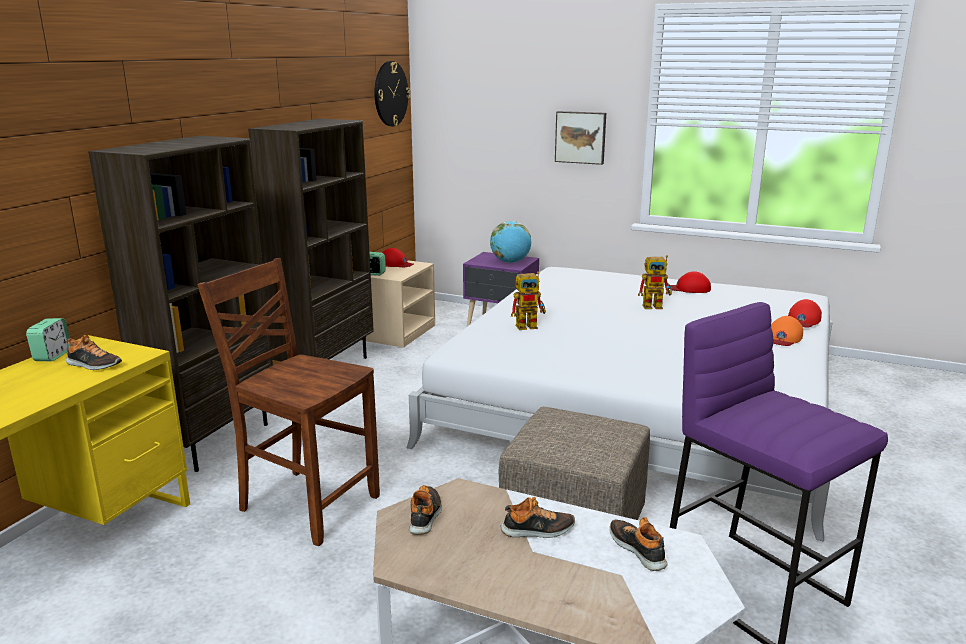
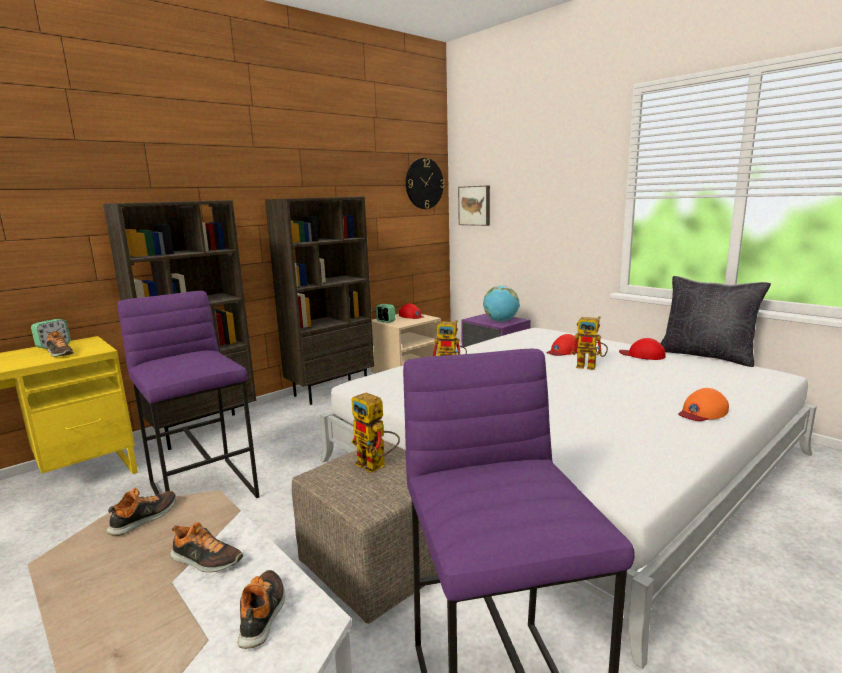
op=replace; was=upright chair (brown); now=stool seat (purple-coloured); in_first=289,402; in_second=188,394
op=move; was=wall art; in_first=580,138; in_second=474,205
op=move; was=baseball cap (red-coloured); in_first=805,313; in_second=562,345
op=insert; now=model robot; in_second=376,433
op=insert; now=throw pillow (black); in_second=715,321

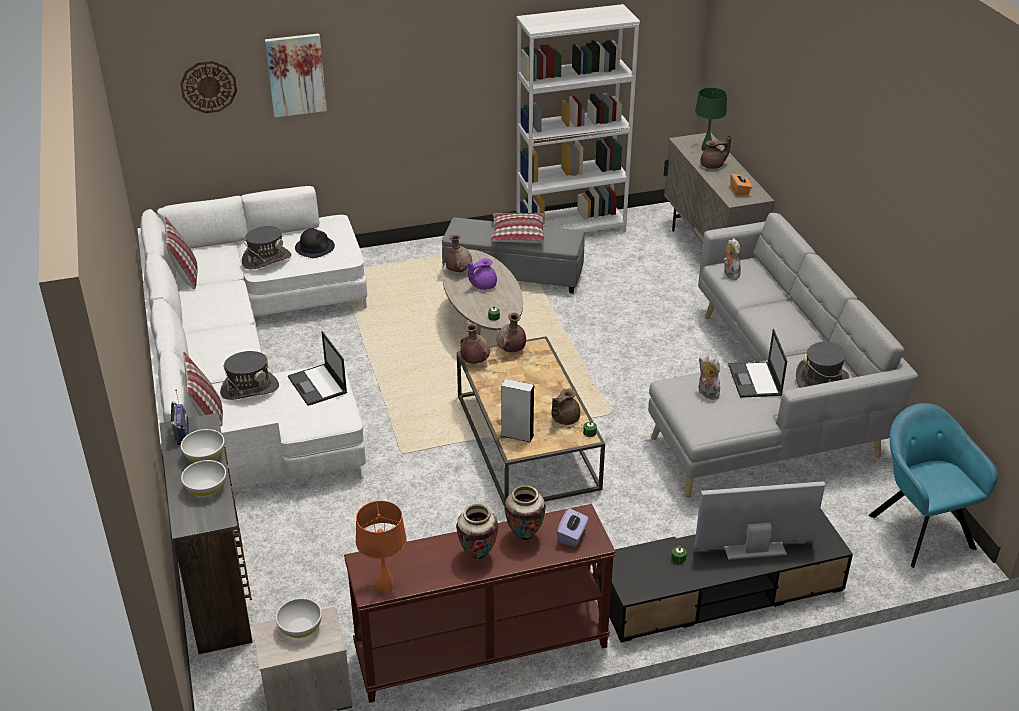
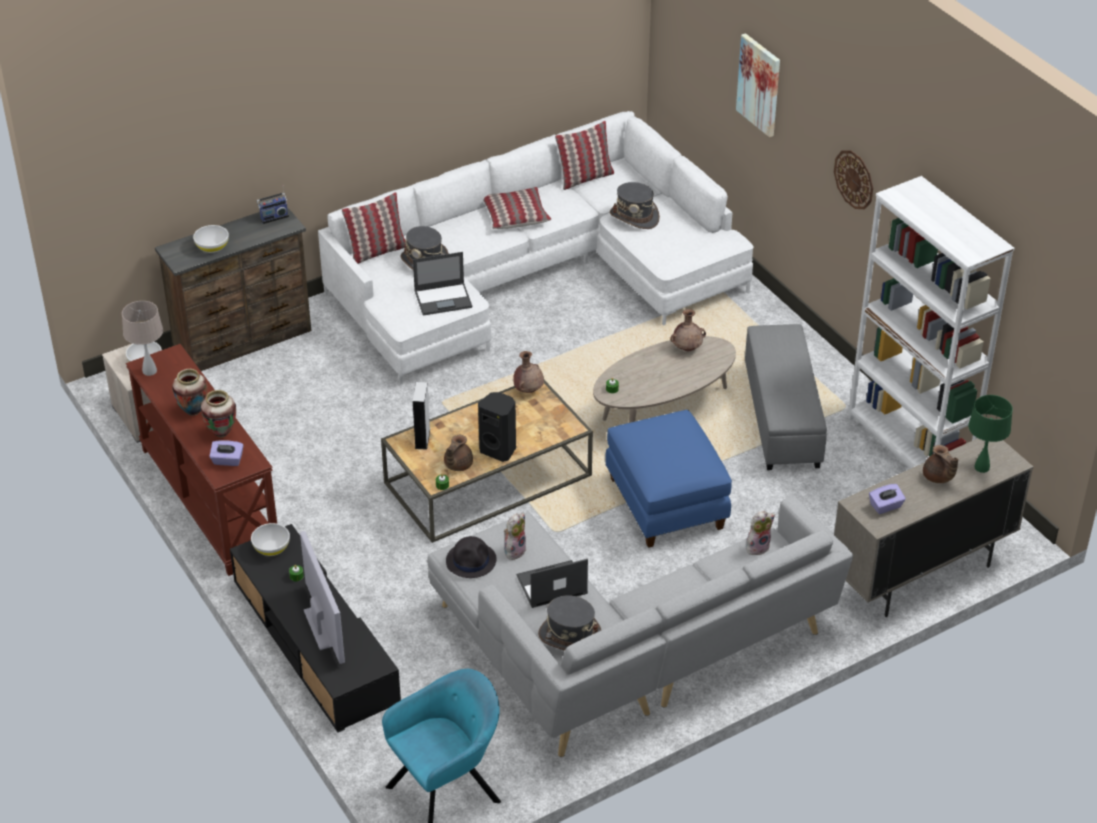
op=move; was=clock on the wall; in_first=208,87; in_second=853,180
op=move; was=deep dish (whitish); in_first=203,446; in_second=270,539
op=rotate; was=notebook computer; in_first=317,368; in_second=442,284; clockwise=-150
op=move; was=hat (black); in_first=315,243; in_second=471,557
op=recolor; was=lamp for a table (orange); now=lamp for a table (beige-coloured); in_first=381,547; in_second=142,338
op=delete; was=tea pot (purple-coloured); in_first=482,274
op=move; was=throw pillow; in_first=517,228; in_second=517,208
op=delete; was=flower vase (brown); in_first=511,332
op=rotate; was=tea pot (brown); in_first=565,407; in_second=458,453; clockwise=-90
op=recolor; was=tissue box (orange); now=tissue box (purple-coloured); in_first=741,183; in_second=887,499
op=insert; now=speaker (black); in_second=497,427
op=insert; now=pouffe (blue); in_second=668,479

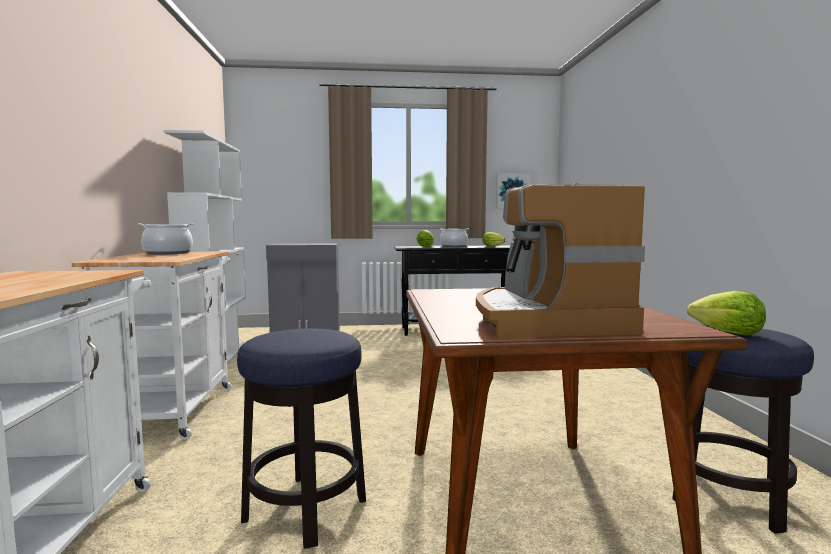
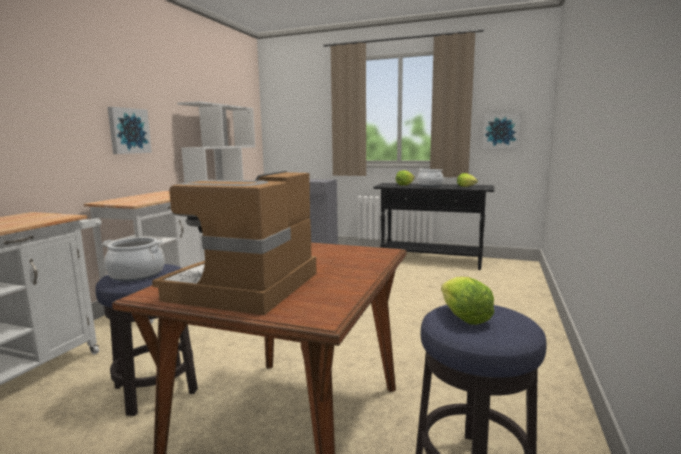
op=move; was=stockpot; in_first=166,238; in_second=133,259
op=insert; now=wall art; in_second=129,130

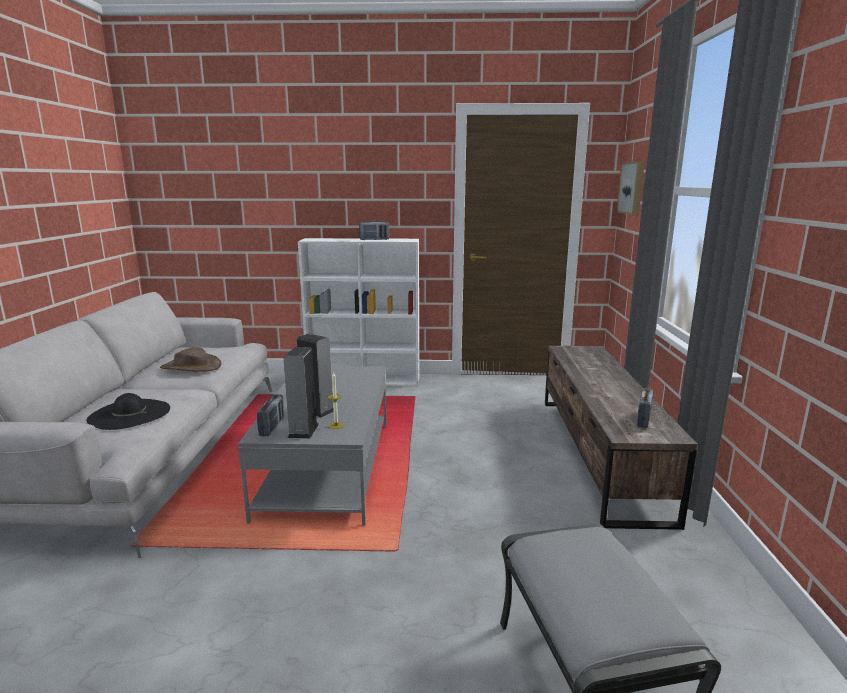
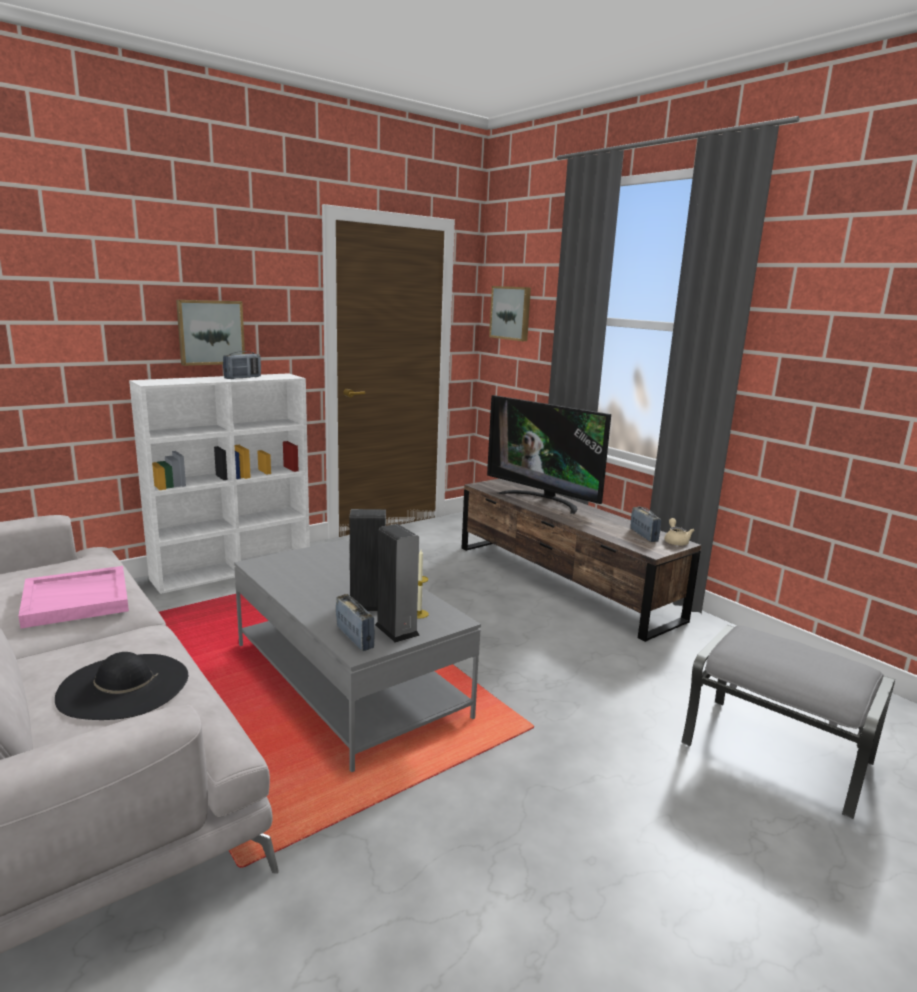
op=replace; was=hat (brown); now=serving tray (pink); in_first=190,359; in_second=73,597
op=insert; now=wall art; in_second=210,333
op=insert; now=TV set; in_second=549,454
op=insert; now=tea pot (beige-coloured); in_second=679,532

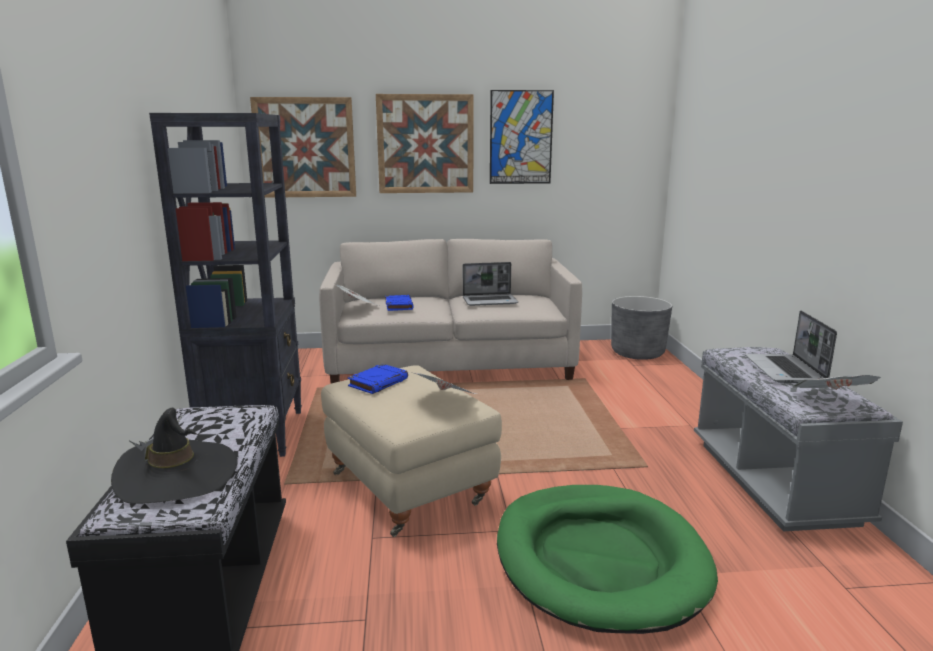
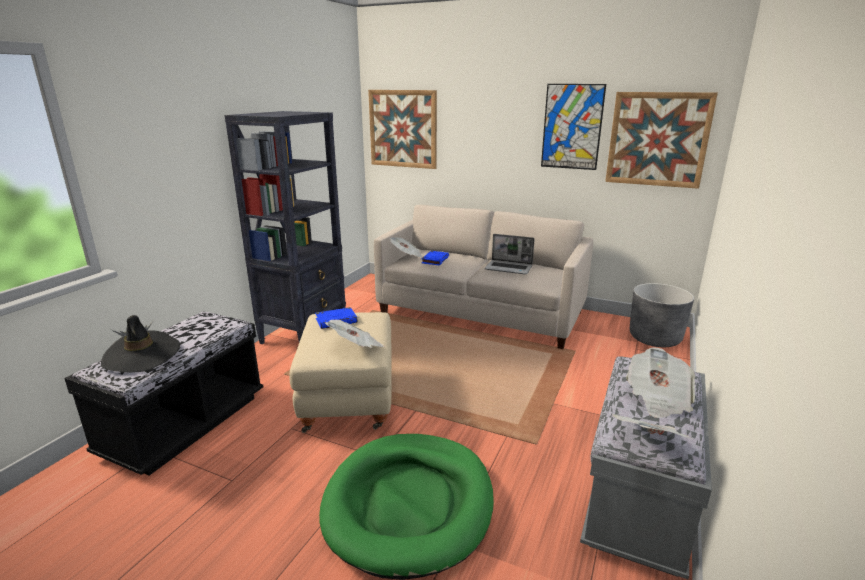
op=move; was=wall art; in_first=425,143; in_second=661,140
op=replace; was=notebook computer; now=printed paper; in_first=791,346; in_second=660,382

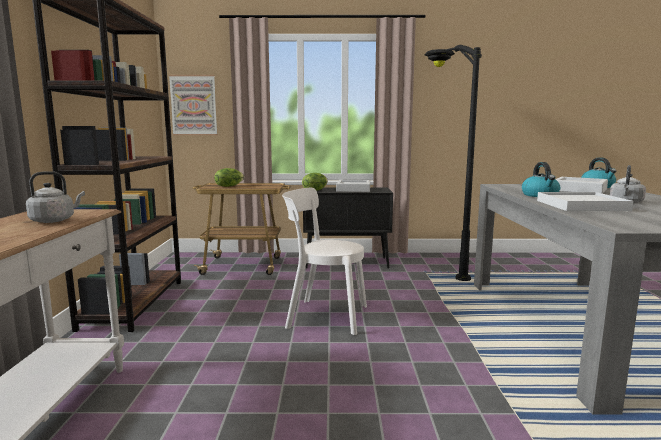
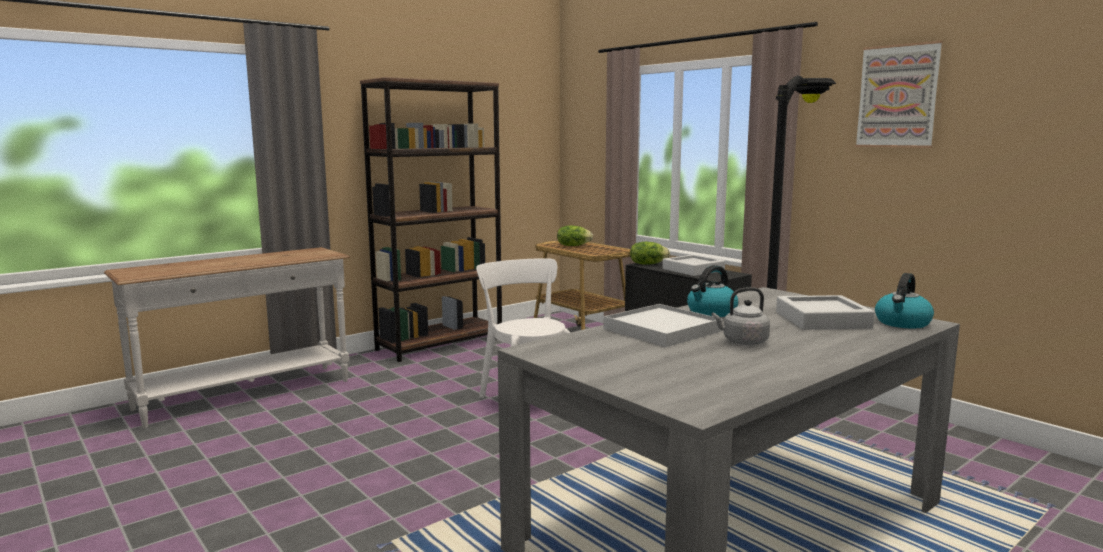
op=delete; was=water kettle (greyish); in_first=55,197
op=move; was=wall art; in_first=193,105; in_second=899,94

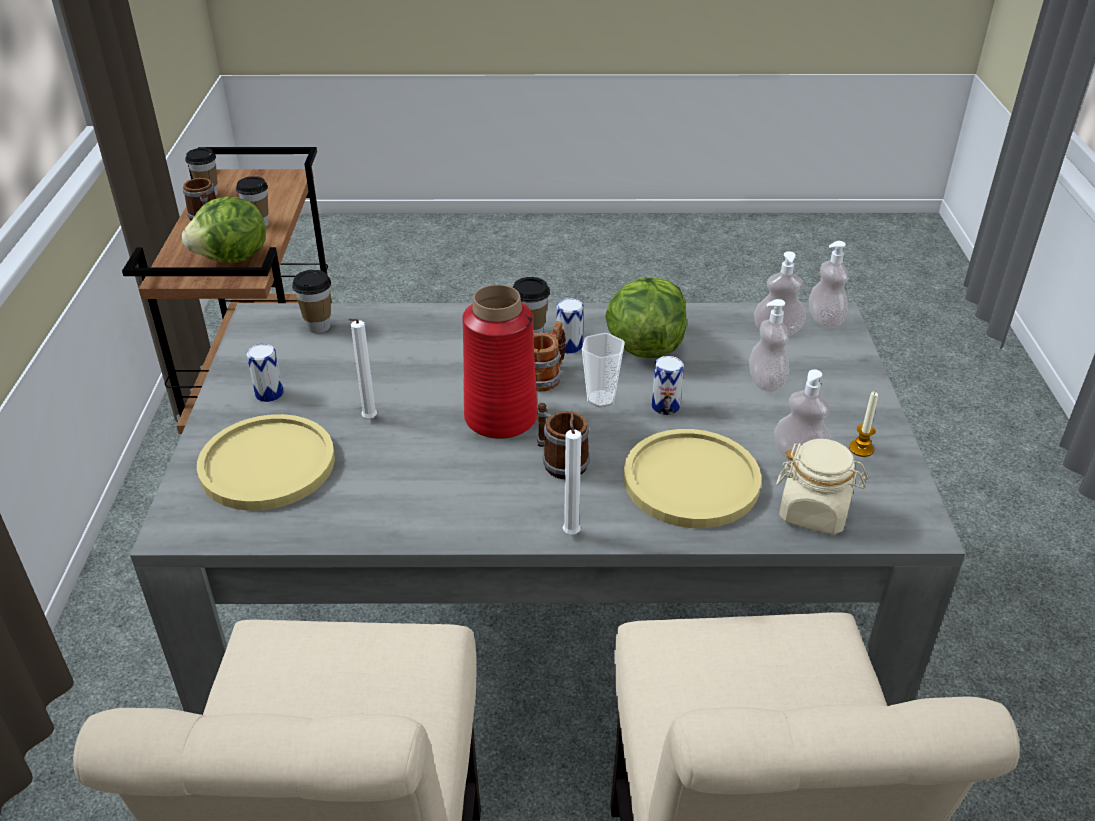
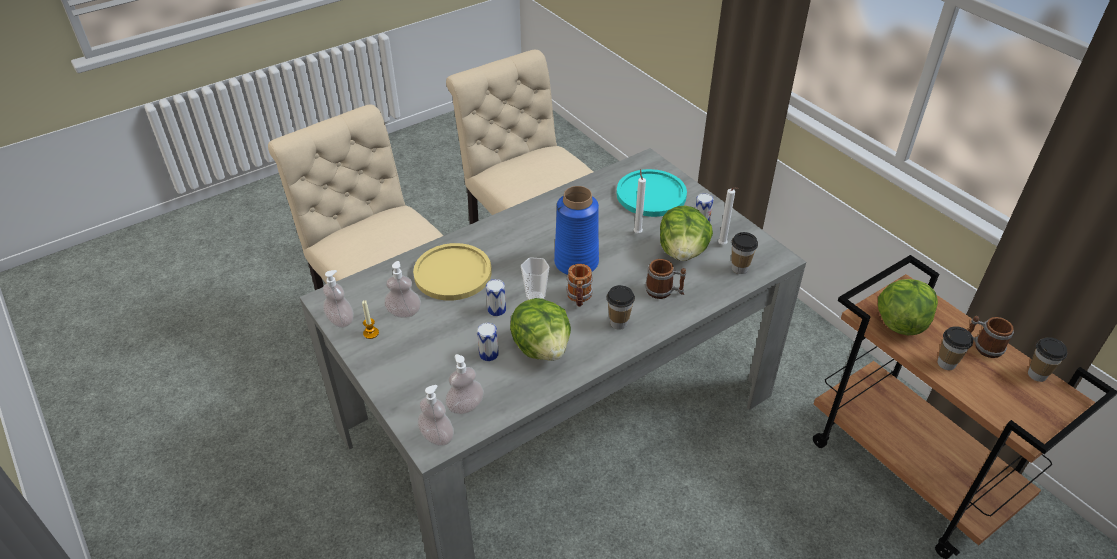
op=recolor; was=dinner plate (yellow); now=dinner plate (turquoise); in_first=266,462; in_second=652,193
op=recolor; was=flower vase (red-coloured); now=flower vase (blue); in_first=500,362; in_second=576,230
op=move; was=tea mug; in_first=563,441; in_second=665,279
op=move; was=can; in_first=570,326; in_second=488,342
op=move; was=candle (whitish); in_first=572,473; in_second=728,216
op=move; was=soap dispenser; in_first=769,345; in_second=338,299
op=delete; was=preserve jar (beige-coloured); in_first=822,486
op=insert; now=lettuce; in_second=686,233

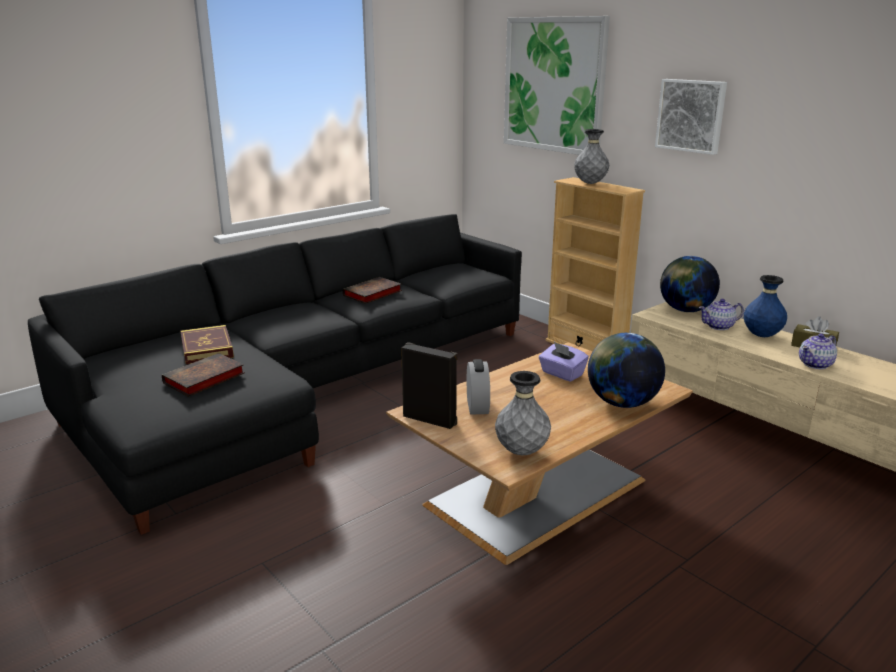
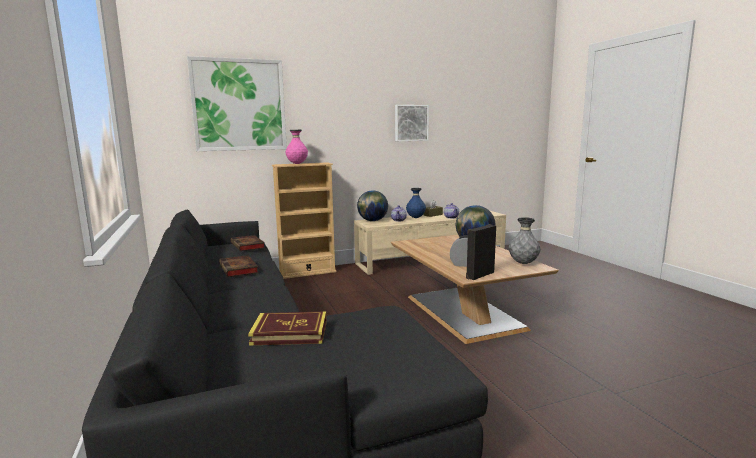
op=move; was=volume; in_first=203,375; in_second=248,243
op=delete; was=tissue box (purple-coloured); in_first=564,362
op=recolor; was=flower vase (greyish); now=flower vase (pink); in_first=591,156; in_second=296,147
op=move; was=wall art; in_first=691,117; in_second=412,123

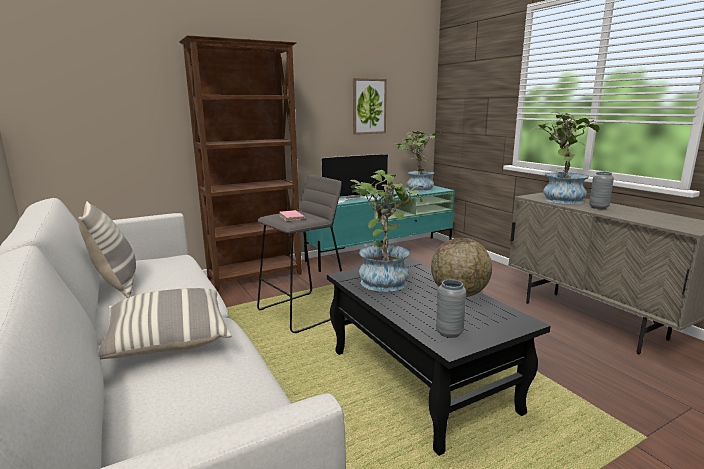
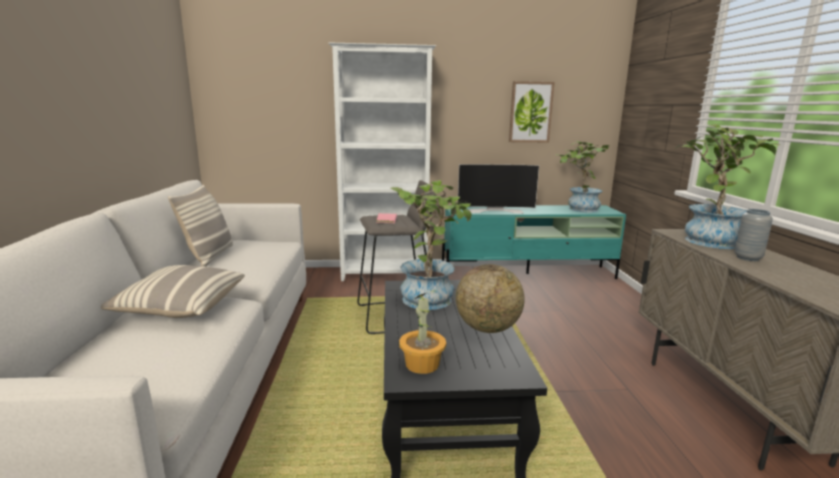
op=recolor; was=shelving unit (brown); now=shelving unit (whitish); in_first=240,163; in_second=382,161
op=replace; was=flower vase (greyish); now=plant in a pot; in_first=451,309; in_second=422,333

